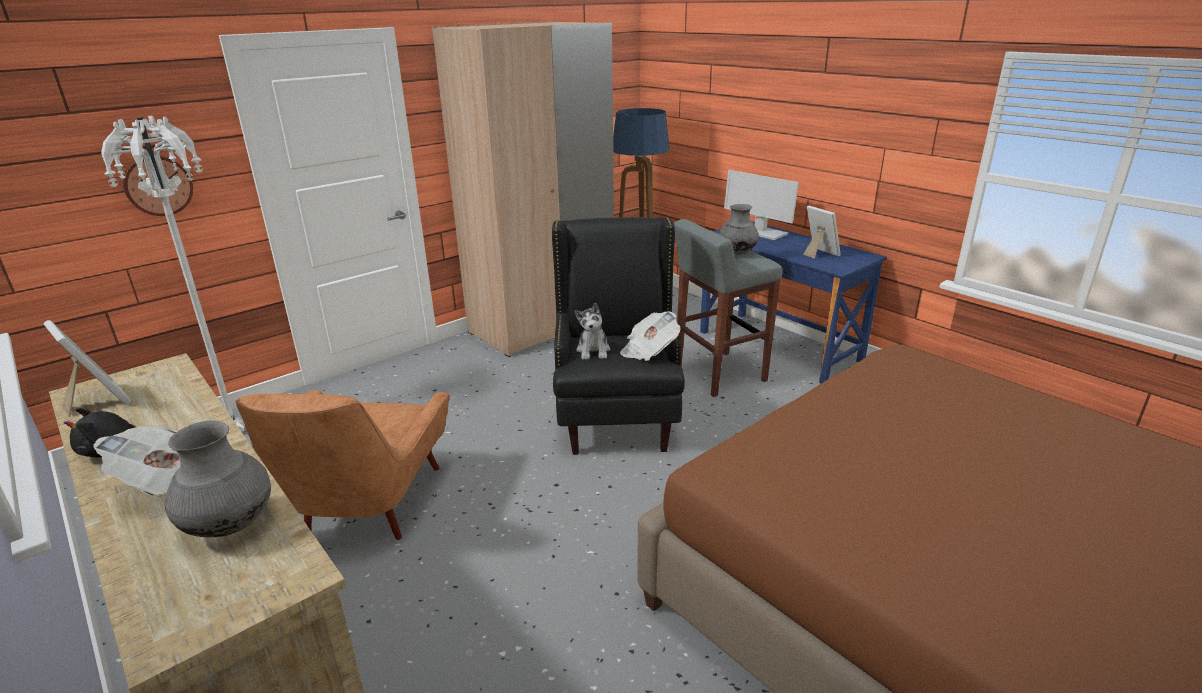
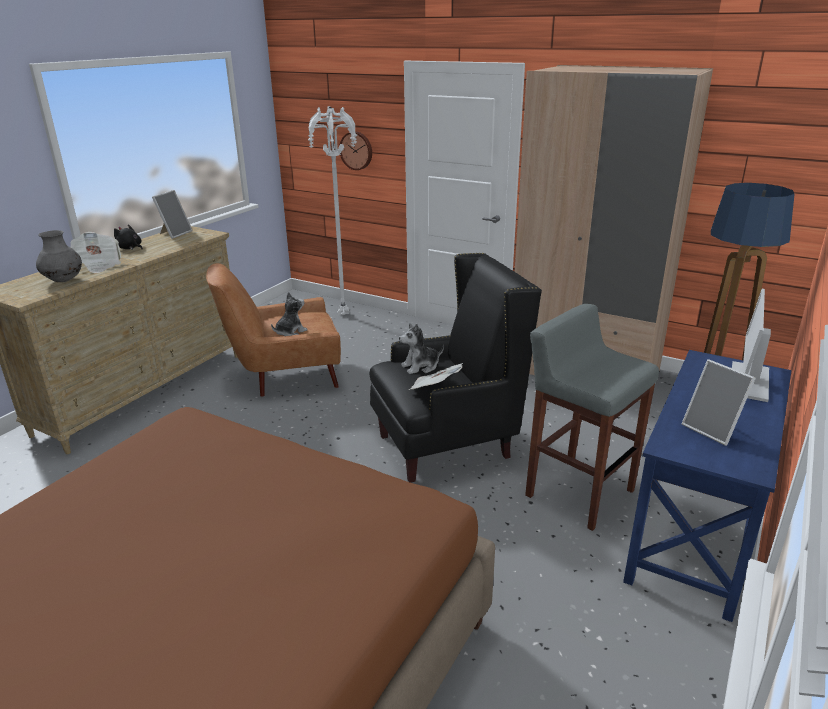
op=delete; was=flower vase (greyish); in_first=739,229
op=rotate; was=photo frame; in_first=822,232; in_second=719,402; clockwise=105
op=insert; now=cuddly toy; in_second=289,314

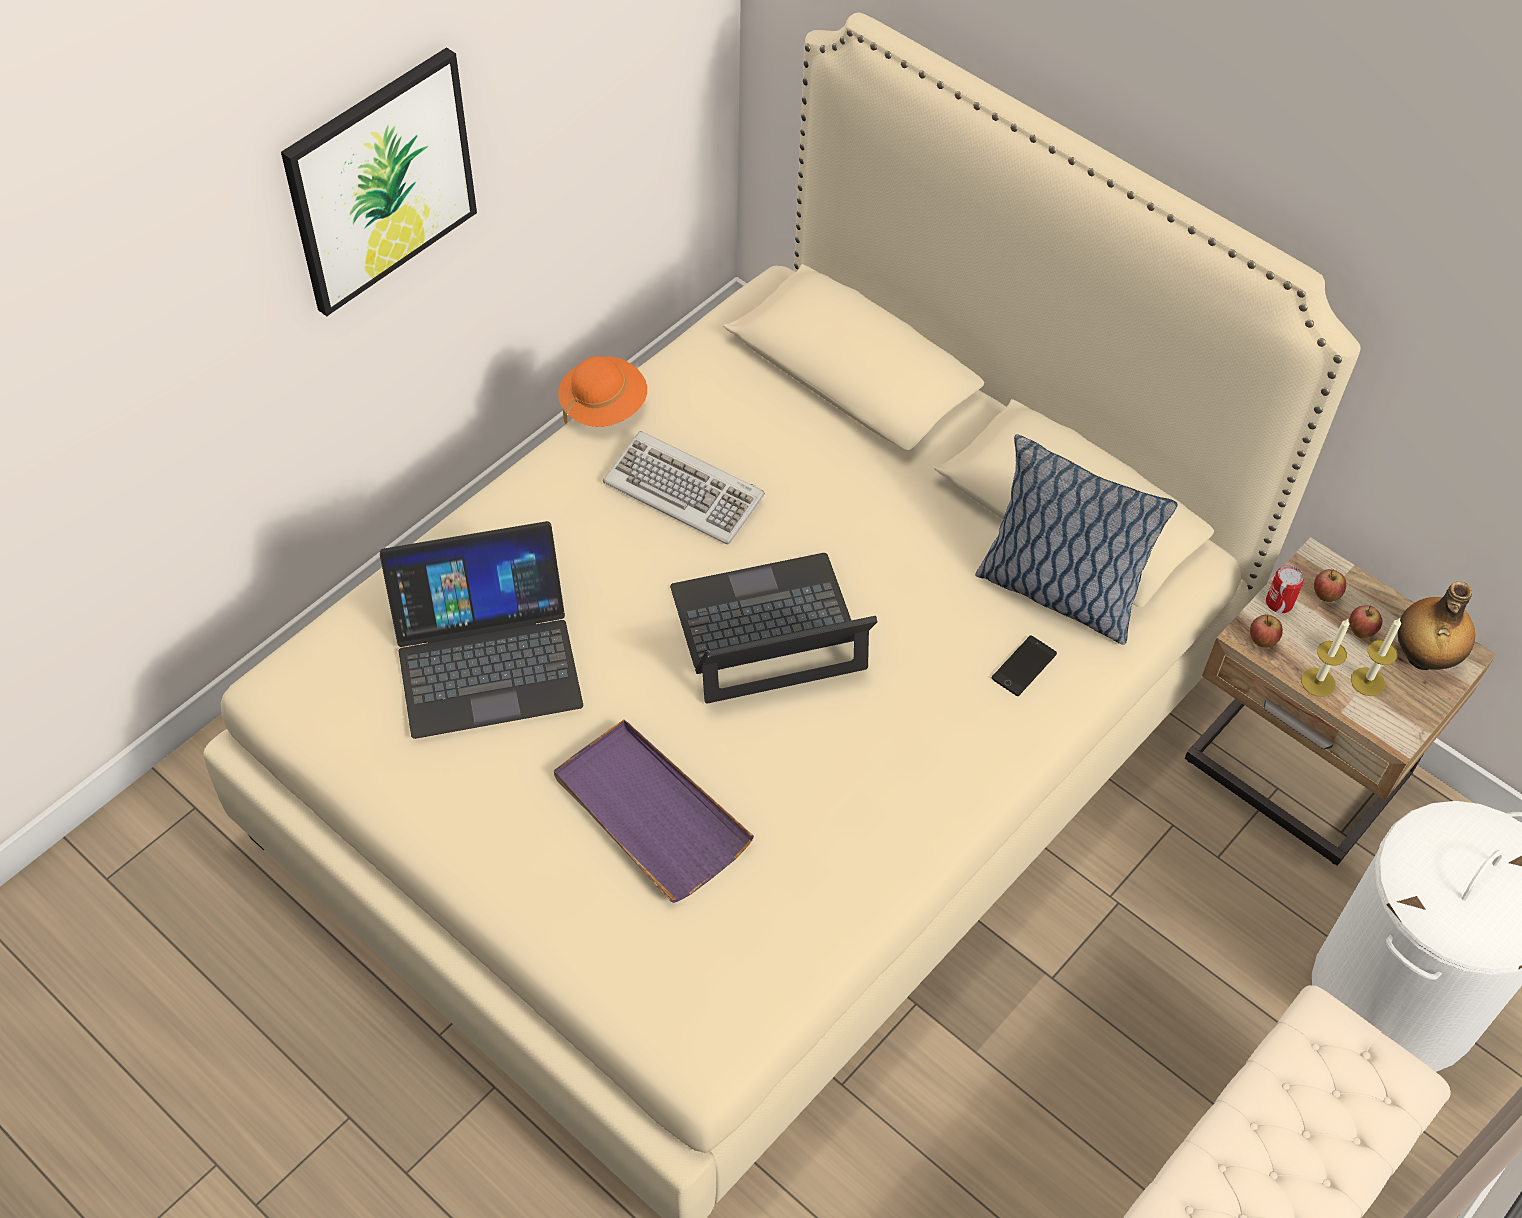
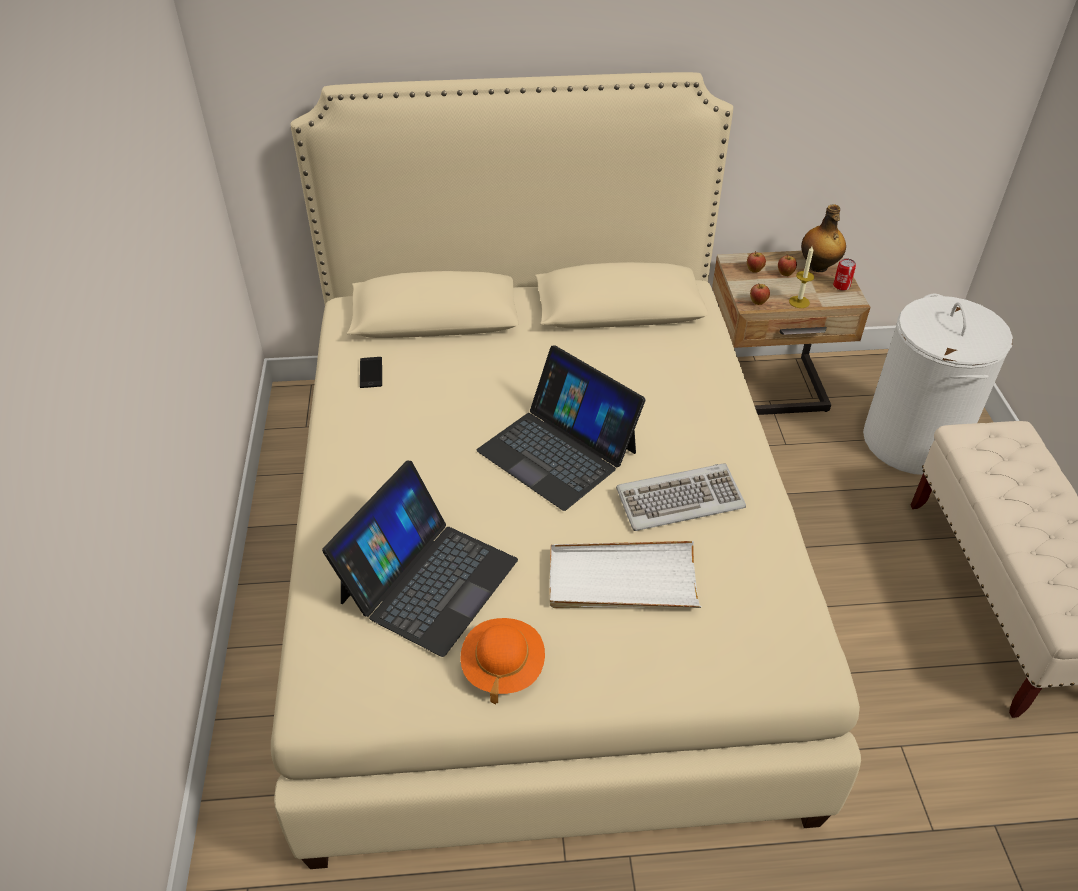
op=delete; was=wall art; in_first=379,181
op=recolor; was=serving tray (purple-coloured); now=serving tray (whitish); in_first=654,811; in_second=625,574
op=move; was=hat (orange); in_first=602,391; in_second=502,661
op=move; was=computer keyboard; in_first=684,488; in_second=681,497
op=rotate; was=notebook computer; in_first=773,628; in_second=561,428; clockwise=-75
op=delete; was=throw pillow; in_first=1076,539
op=move; was=handset; in_first=1024,665; in_second=371,372
op=move; was=can; in_first=1285,589; in_second=844,274
op=delete; was=candle; in_first=1376,657

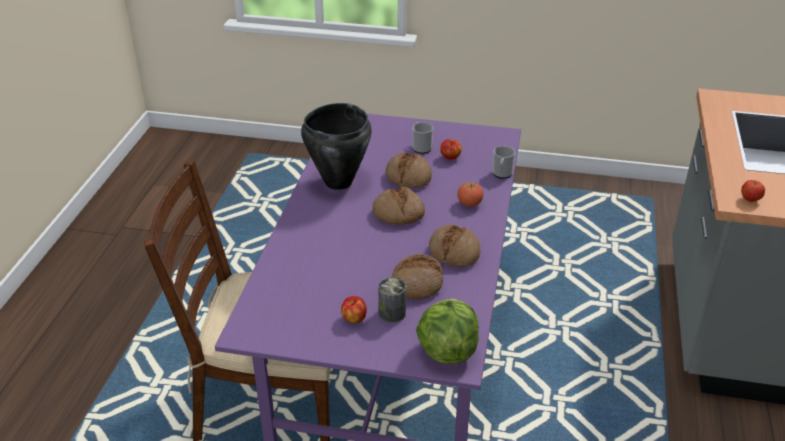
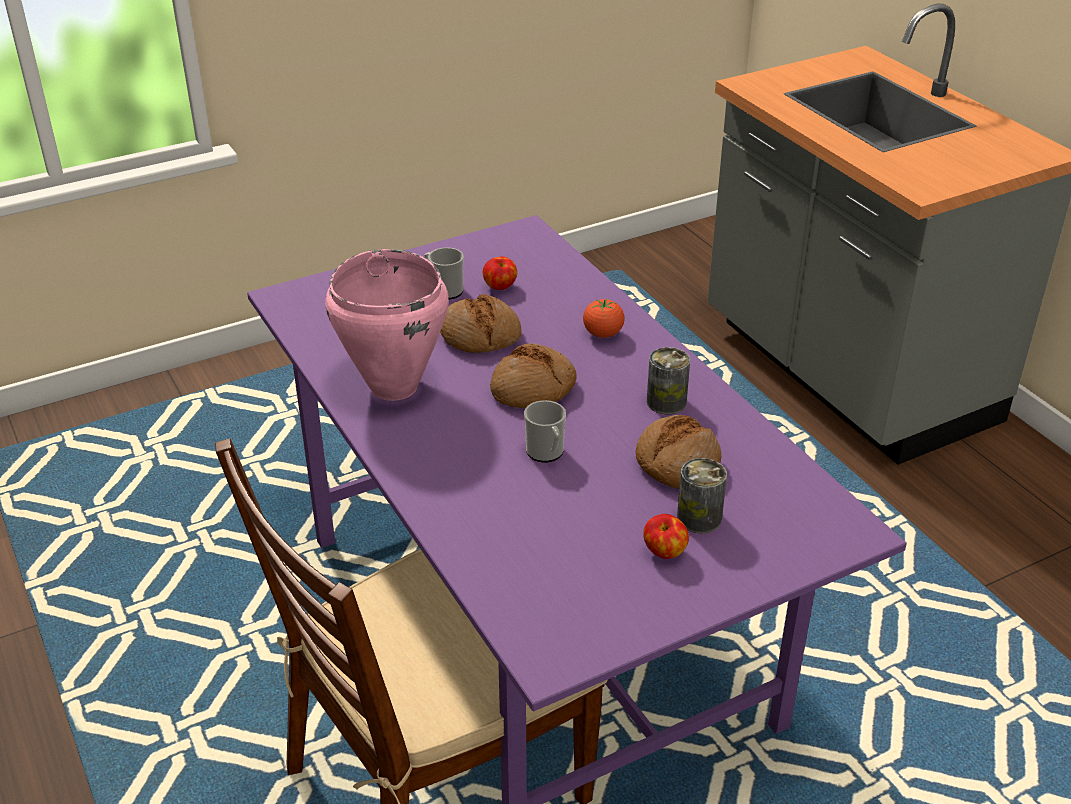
op=recolor; was=stockpot (black); now=stockpot (pink); in_first=336,146; in_second=387,325
op=delete; was=lettuce; in_first=447,331
op=replace; was=bakery bread; now=can; in_first=454,245; in_second=668,380
op=move; was=tea mug; in_first=504,162; in_second=545,431
op=delete; was=apple; in_first=753,191

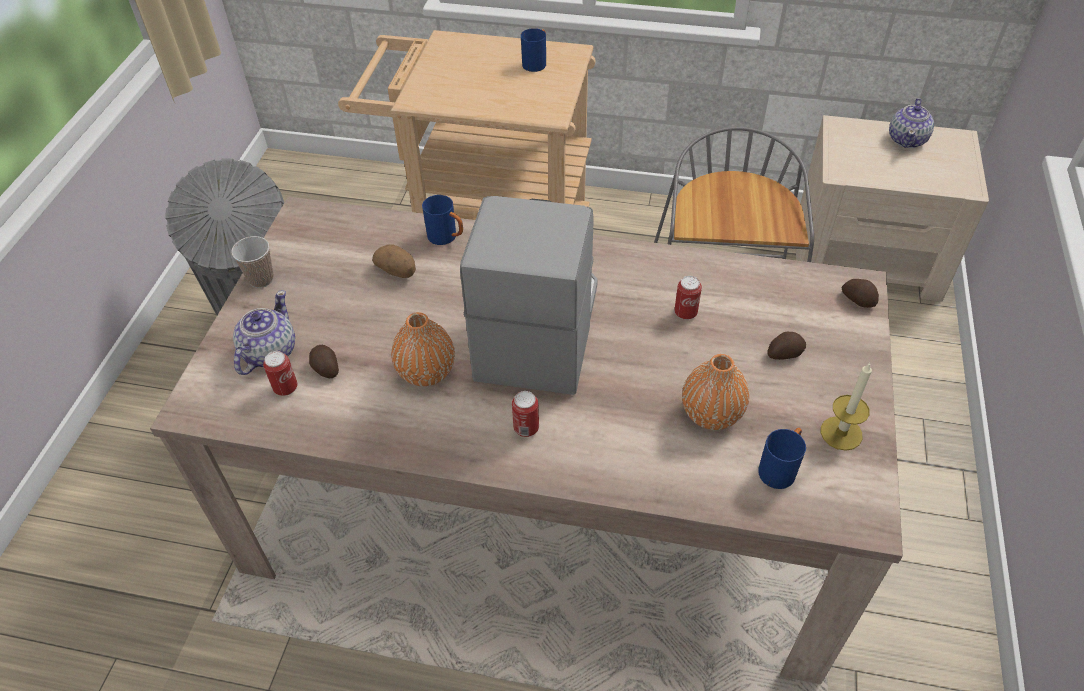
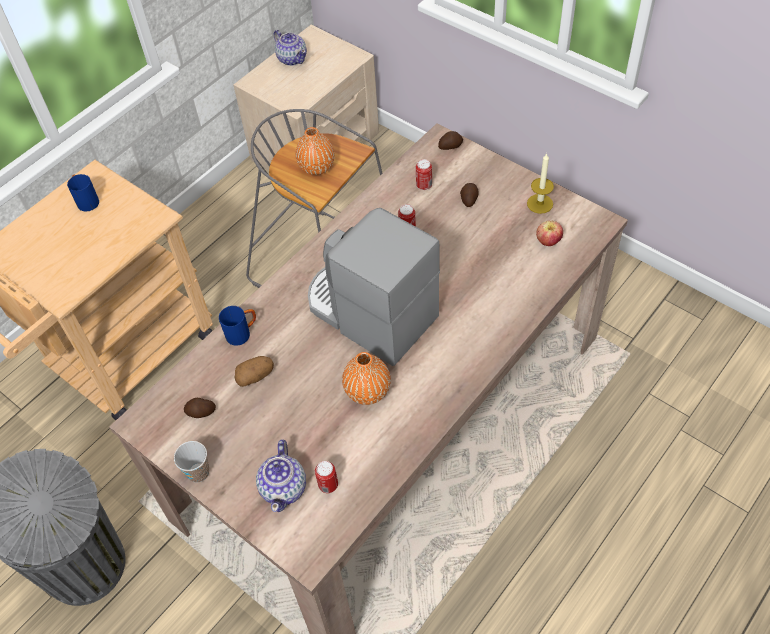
op=rotate; was=tea pot; in_first=264,332; in_second=281,475; clockwise=-135
op=move; was=whole potato; in_first=324,361; in_second=200,408
op=move; was=can; in_first=525,414; in_second=424,174
op=move; was=flower vase (orange); in_first=715,392; in_second=315,151
op=replace; was=tea mug (blue); now=apple; in_first=782,458; in_second=549,233

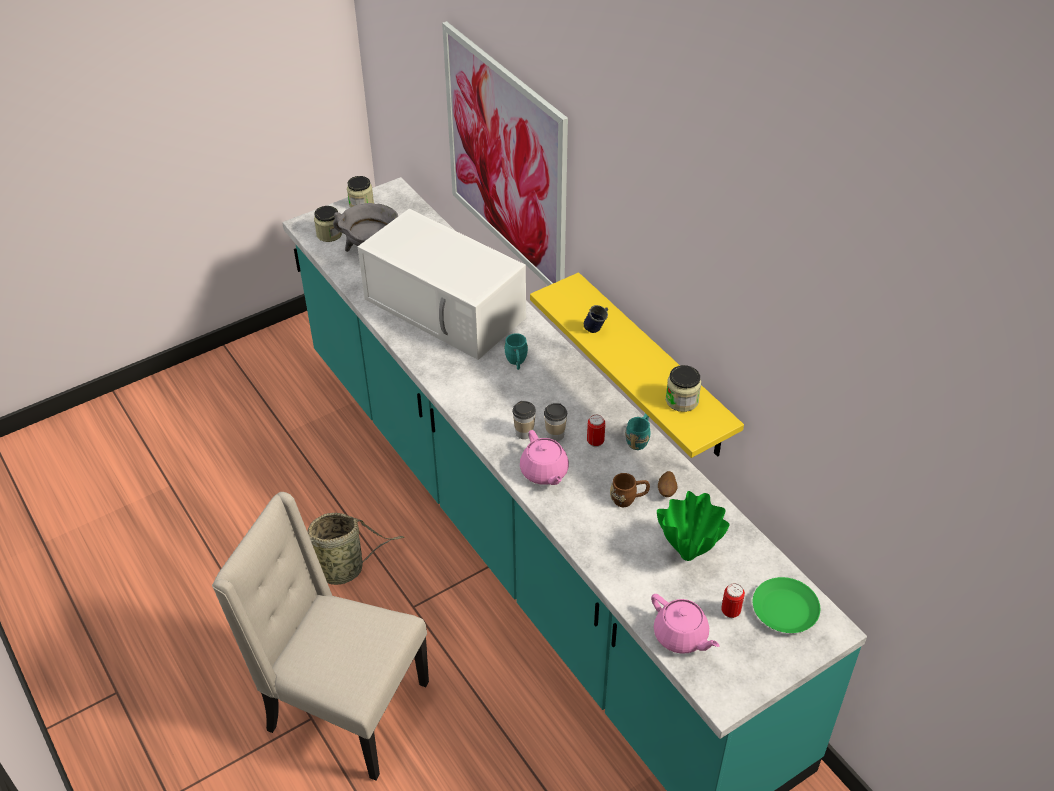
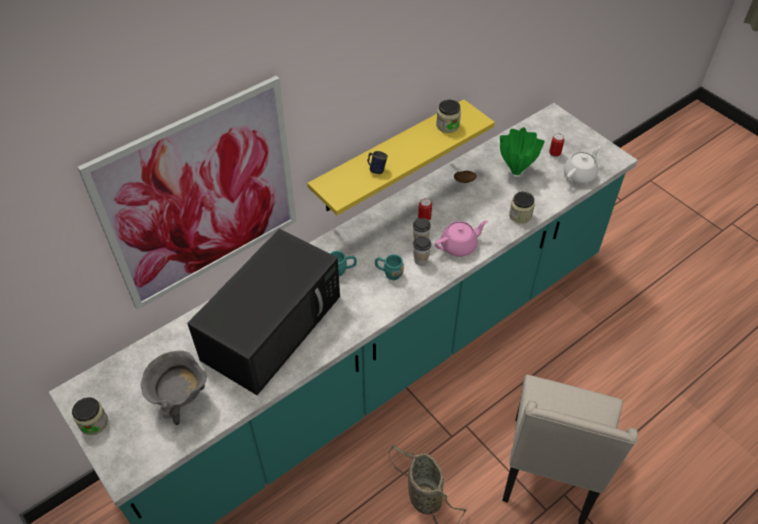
op=move; was=preserve jar; in_first=328,224; in_second=522,208
op=recolor; was=microwave oven (whitish); now=microwave oven (black); in_first=442,284; in_second=263,311
op=delete; was=tea mug (brown); in_first=630,490
op=move; was=tea mug (turquoise); in_first=638,431; in_second=389,267
op=recolor; was=tea pot (pink); now=tea pot (whitish); in_first=685,624; in_second=581,165
op=delete; was=dinner plate (greenish); in_first=786,605

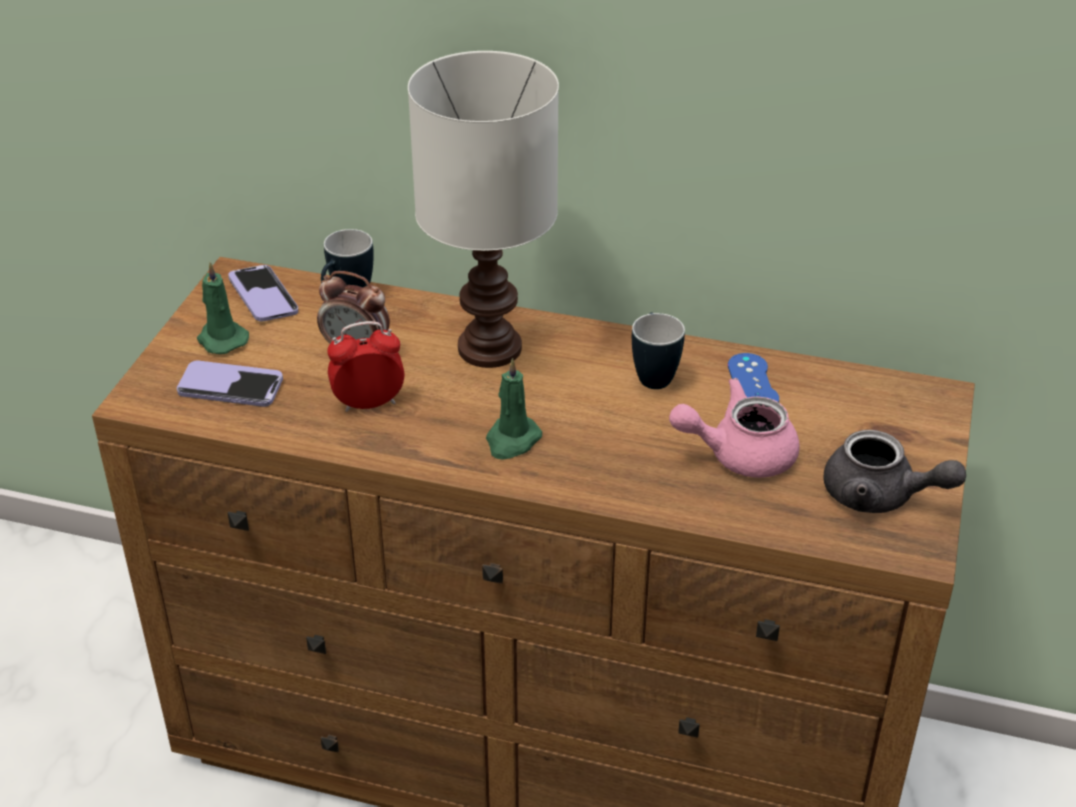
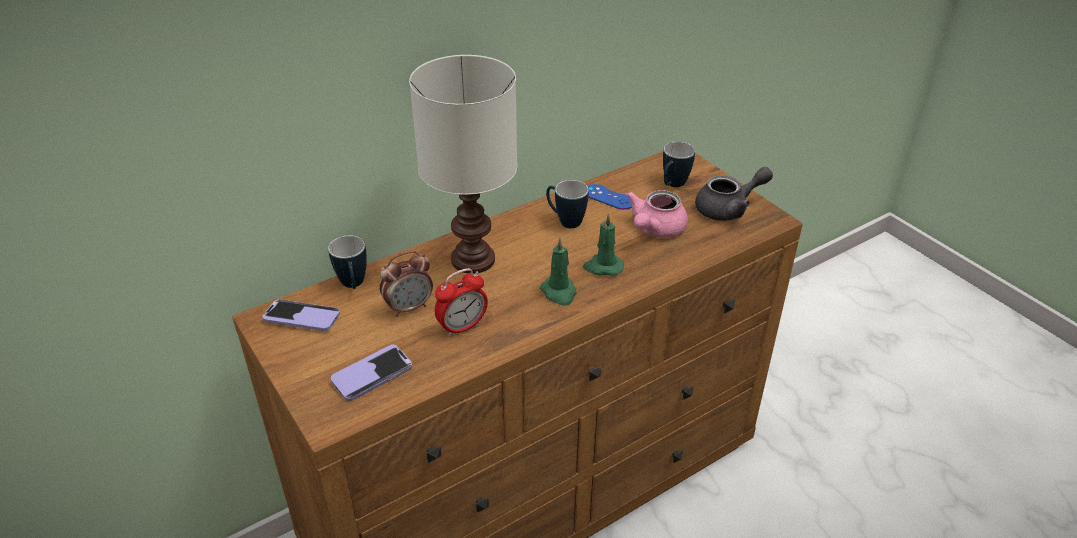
op=move; was=candle (greenish); in_first=223,308; in_second=603,244
op=rotate; was=bedside clock; in_first=365,366; in_second=461,302; clockwise=-150
op=insert; now=tea mug; in_second=679,164

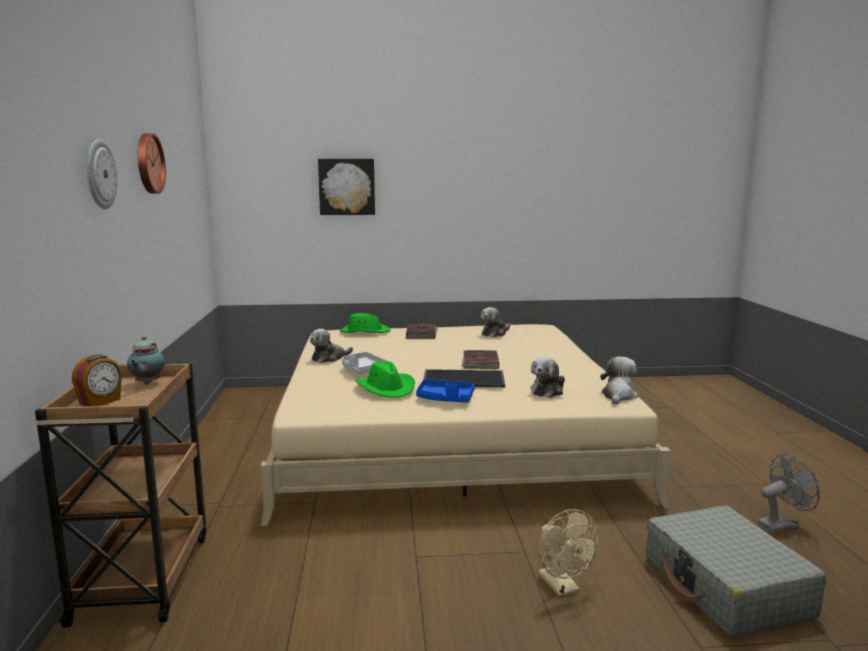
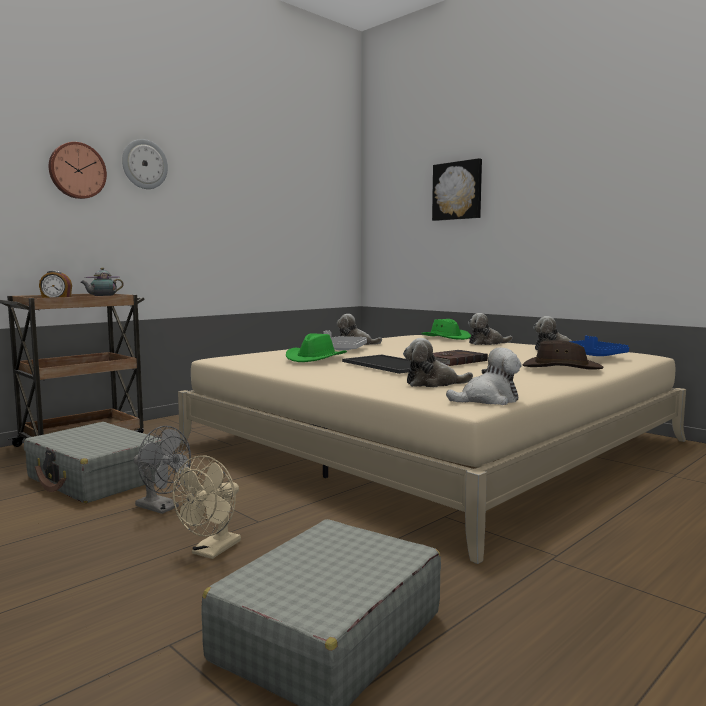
op=move; was=clock on the wall; in_first=152,163; in_second=78,170
op=replace; was=volume (brown); now=cuddly toy; in_first=422,331; in_second=490,329
op=move; was=serving tray (blue); in_first=445,391; in_second=598,346
op=move; was=cooling fan (greyish); in_first=789,493; in_second=162,470
op=insert; now=suitcase (greyish); in_second=92,462
op=insert; now=hat (brown); in_second=563,354

